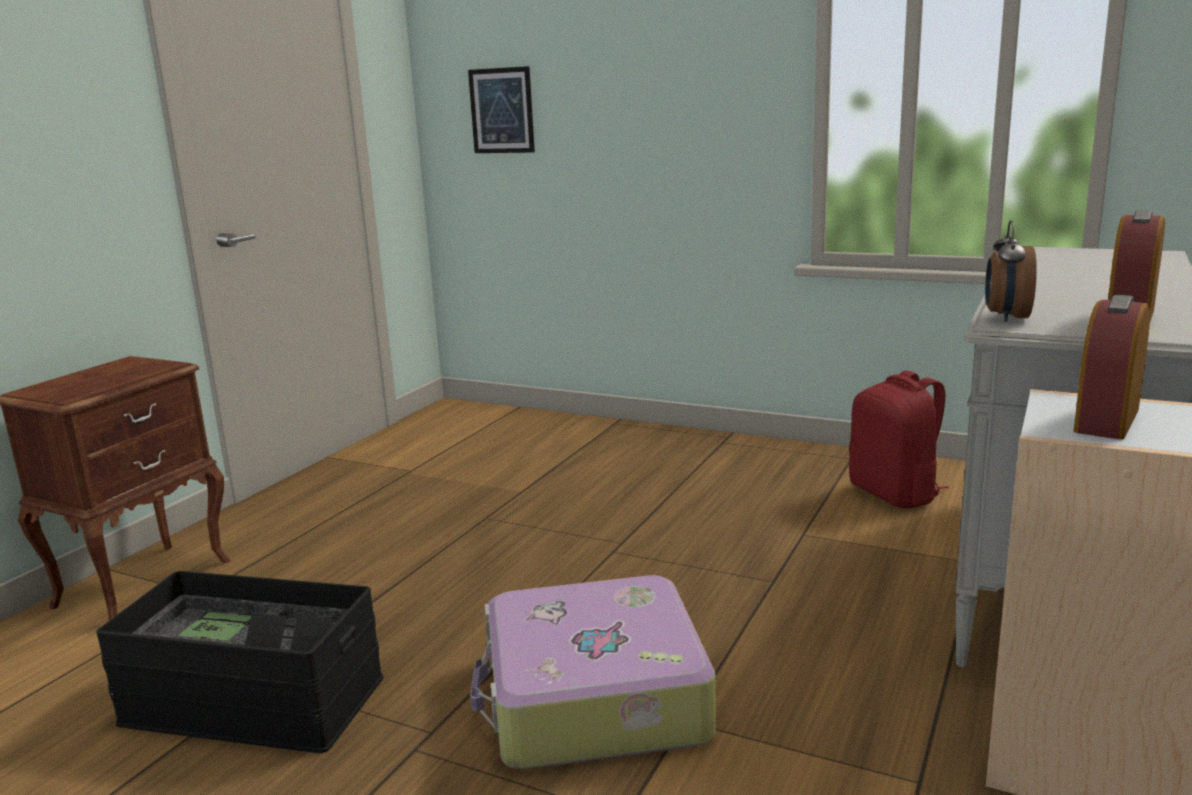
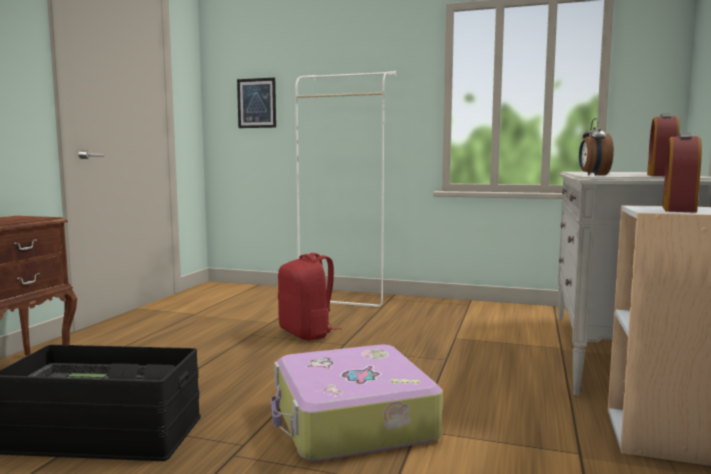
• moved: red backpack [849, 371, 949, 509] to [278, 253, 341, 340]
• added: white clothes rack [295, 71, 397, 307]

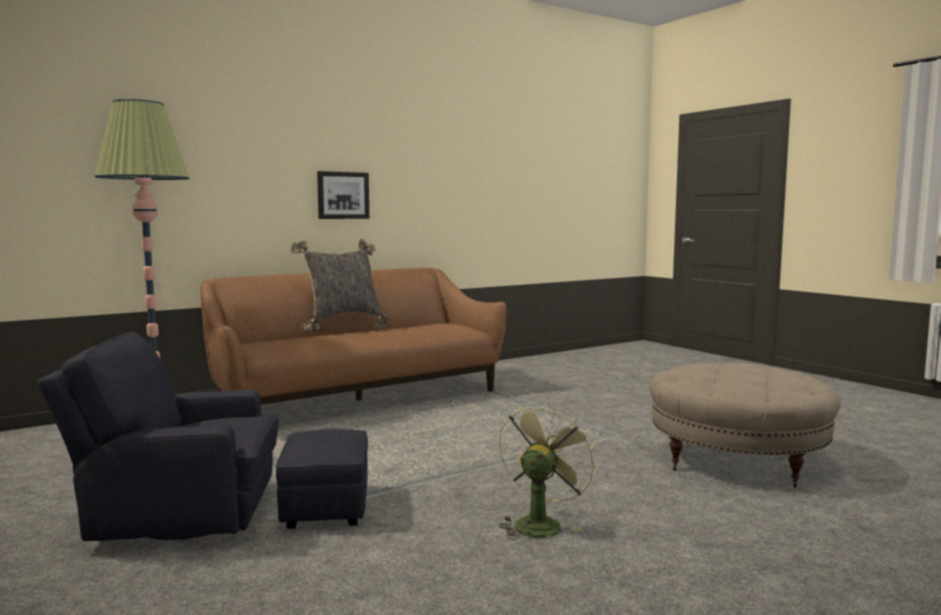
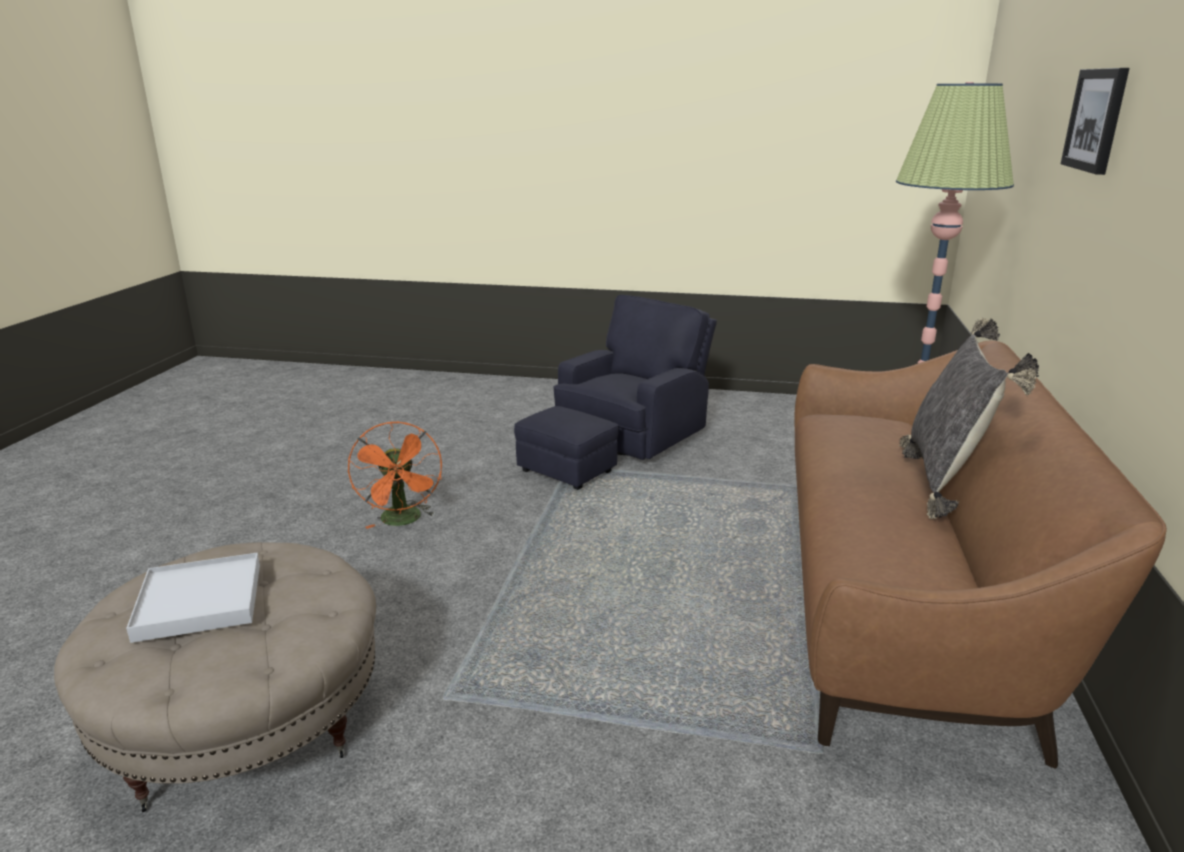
• moved: picture [317, 171, 369, 219] to [1061, 68, 1129, 175]
• recoloured: green fan [498, 401, 598, 540] to orange fan [348, 422, 442, 529]
• added: white tray [126, 552, 260, 643]

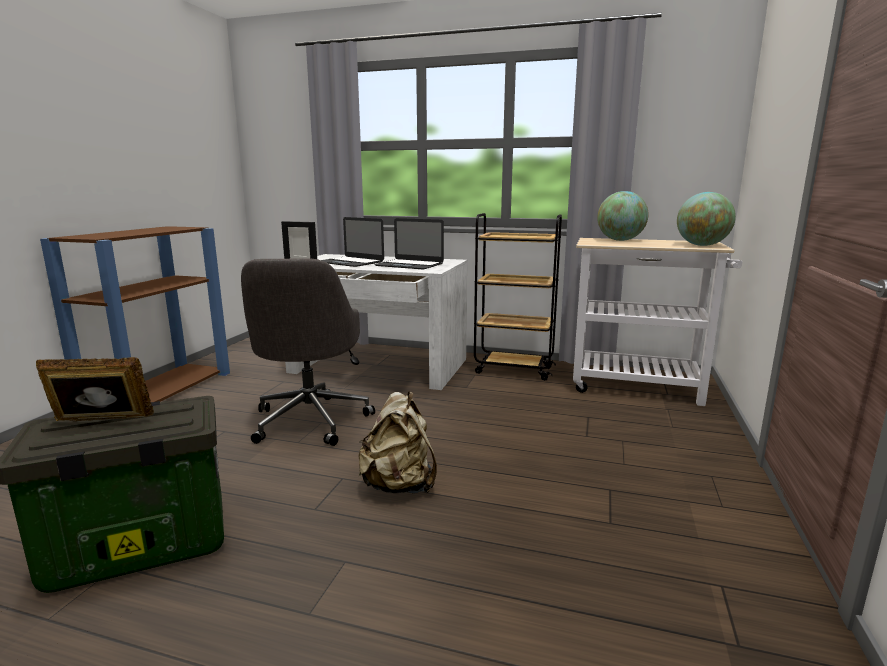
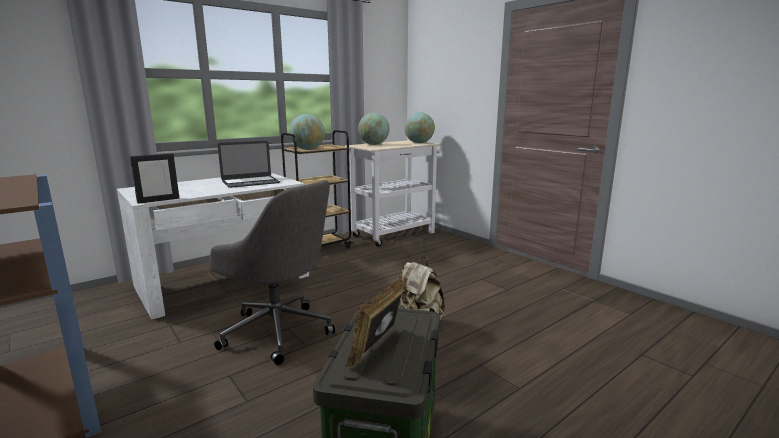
• removed: laptop [321, 217, 384, 267]
• added: globe [289, 114, 325, 150]

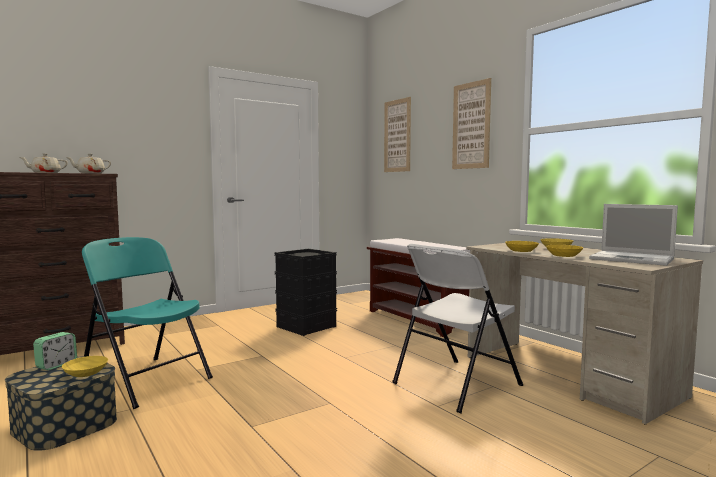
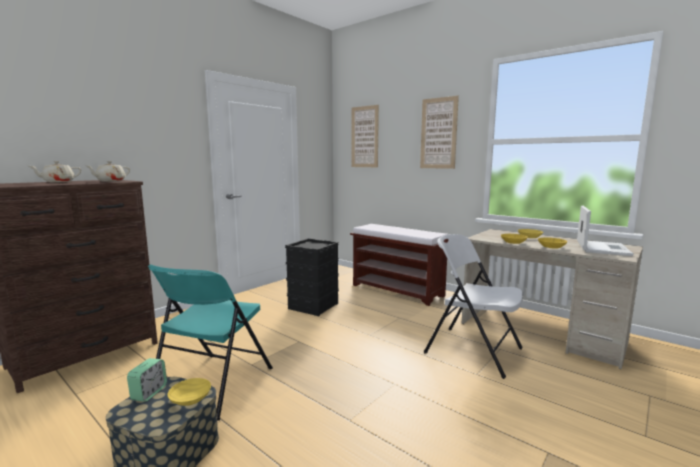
• turned: turquoise chair [82, 237, 213, 409] = [148, 264, 273, 421] 90 degrees counterclockwise
• turned: white chair [392, 244, 523, 414] = [424, 234, 523, 379] 90 degrees clockwise
• turned: laptop [589, 204, 678, 266] = [577, 206, 634, 256] 90 degrees counterclockwise

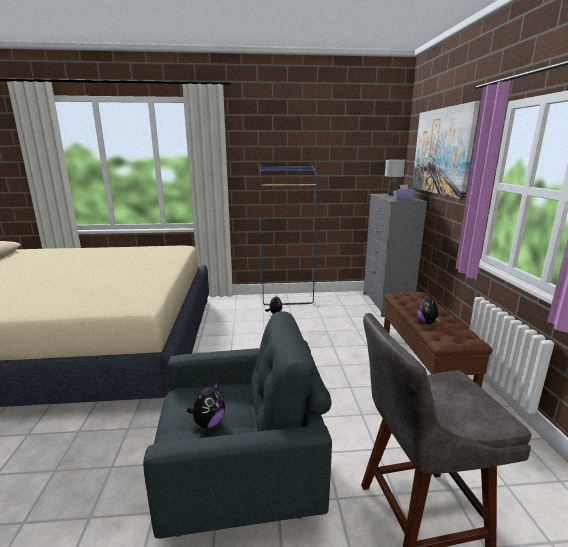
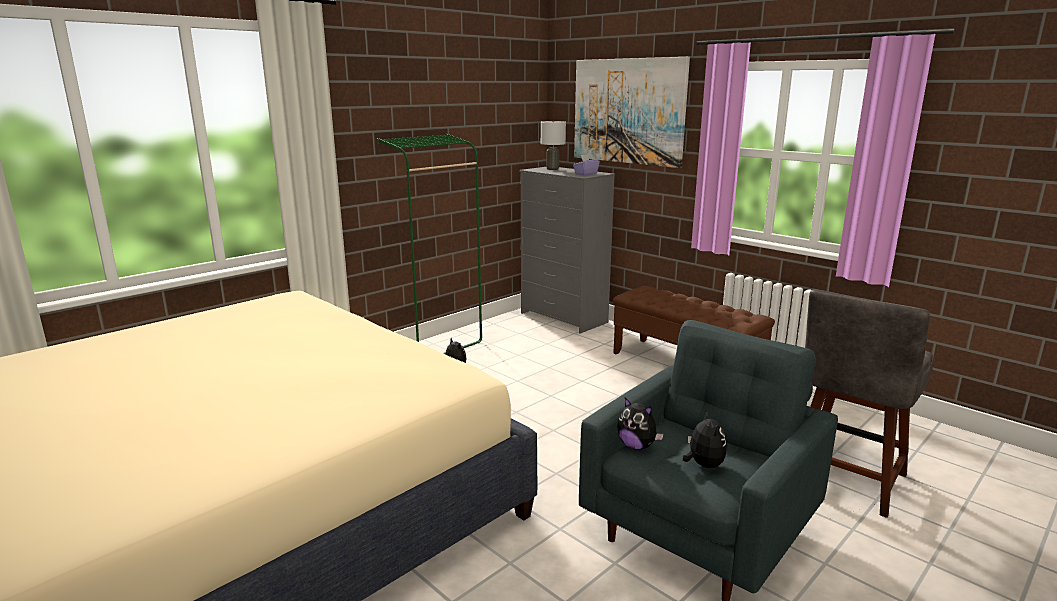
• recoloured: blue clothes rack [259, 165, 317, 305] to green clothes rack [377, 134, 482, 354]
• moved: plush toy [417, 295, 441, 324] to [617, 398, 664, 450]

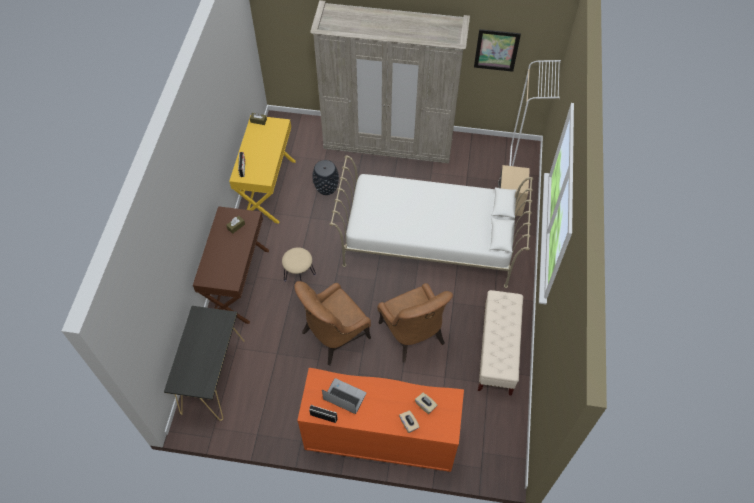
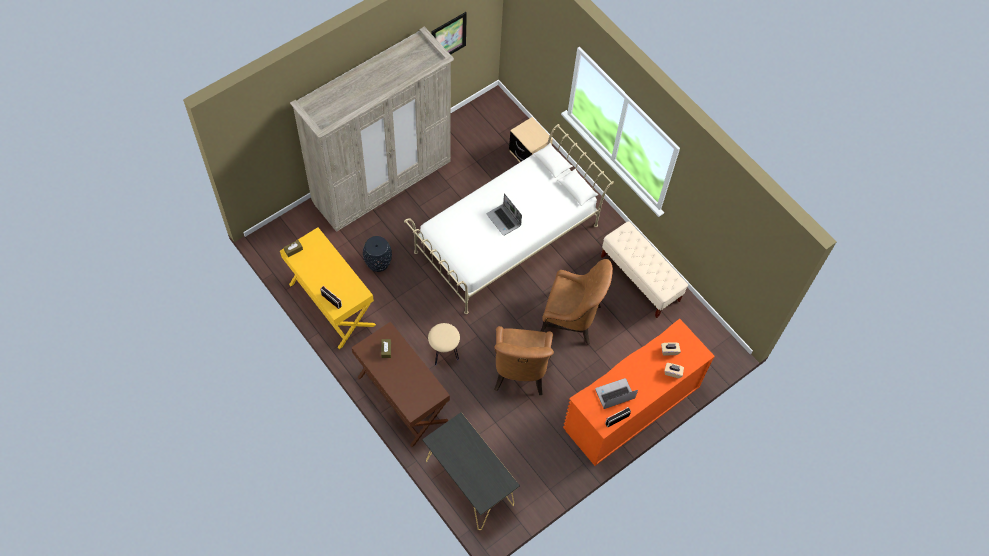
• removed: white clothes rack [509, 60, 561, 166]
• added: laptop [487, 193, 522, 236]

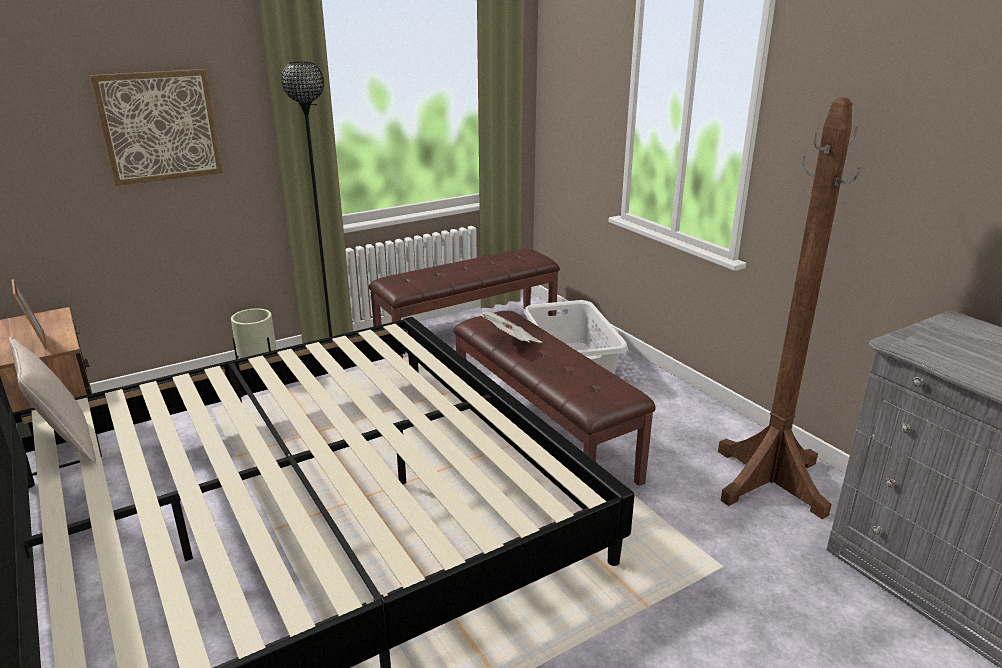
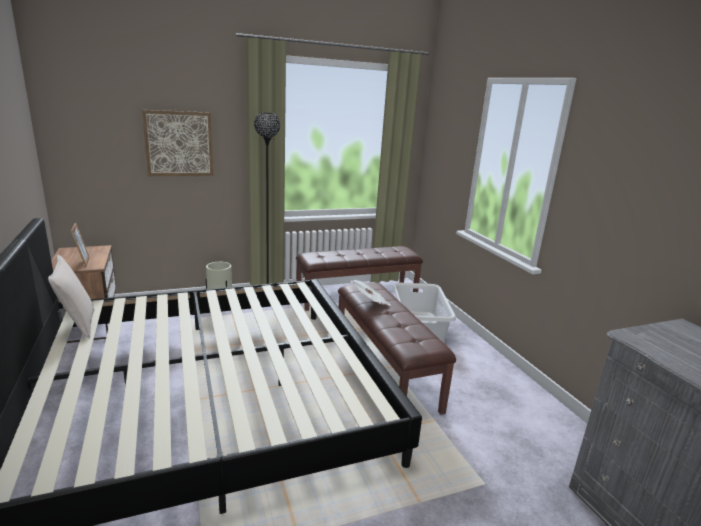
• removed: brown clothes rack [718, 97, 861, 519]

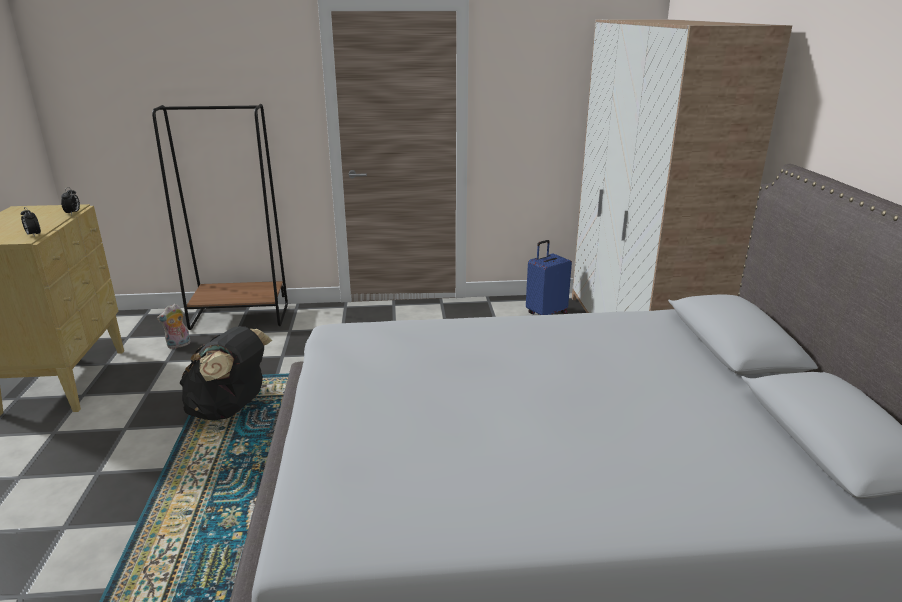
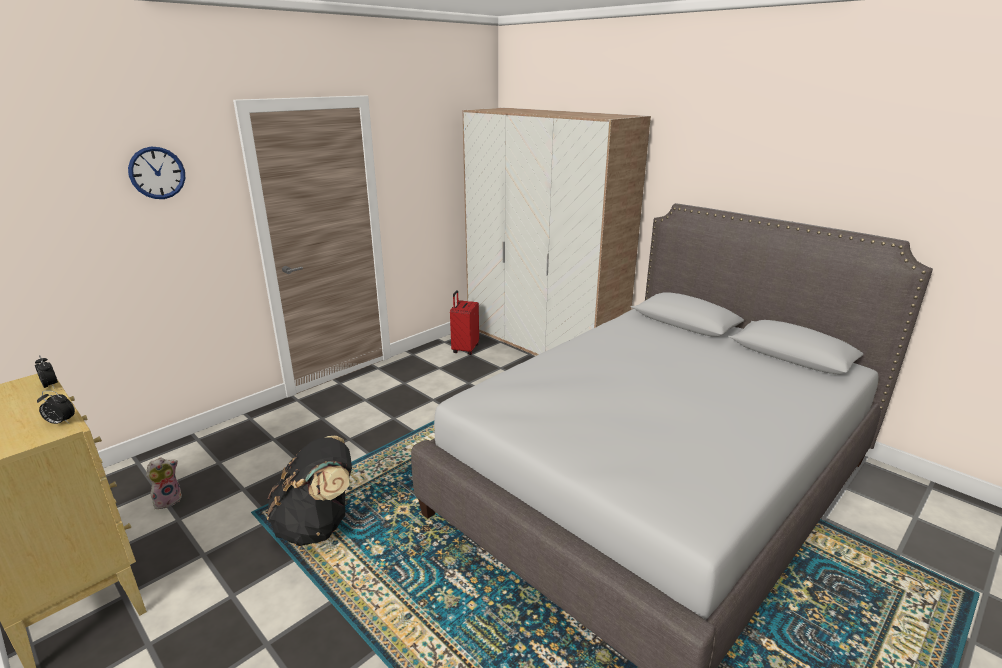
• removed: clothes rack [152, 104, 288, 330]
• turned: plush toy [157, 304, 191, 349] = [146, 457, 182, 509] 150 degrees counterclockwise
• recoloured: blue suitcase [526, 240, 572, 315] to red suitcase [450, 290, 479, 355]
• added: wall clock [128, 147, 186, 199]

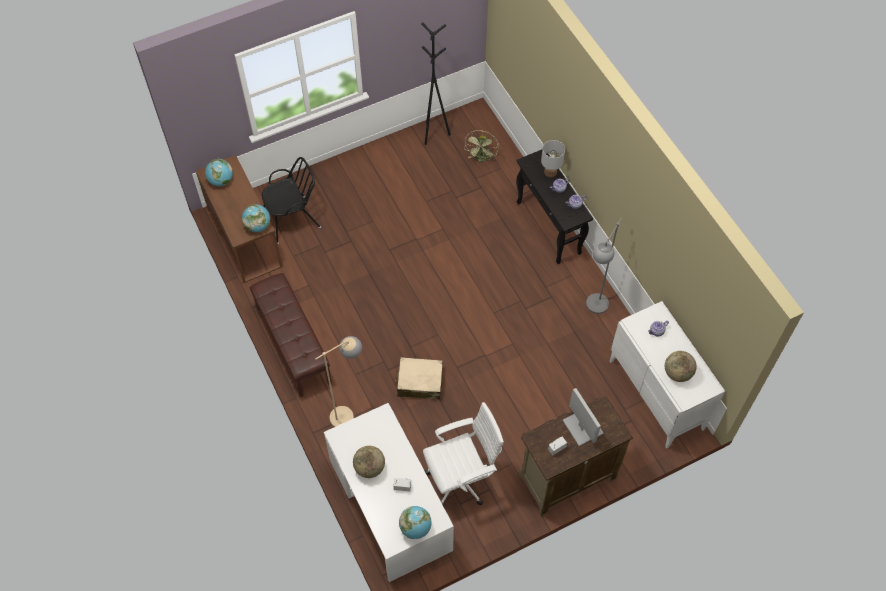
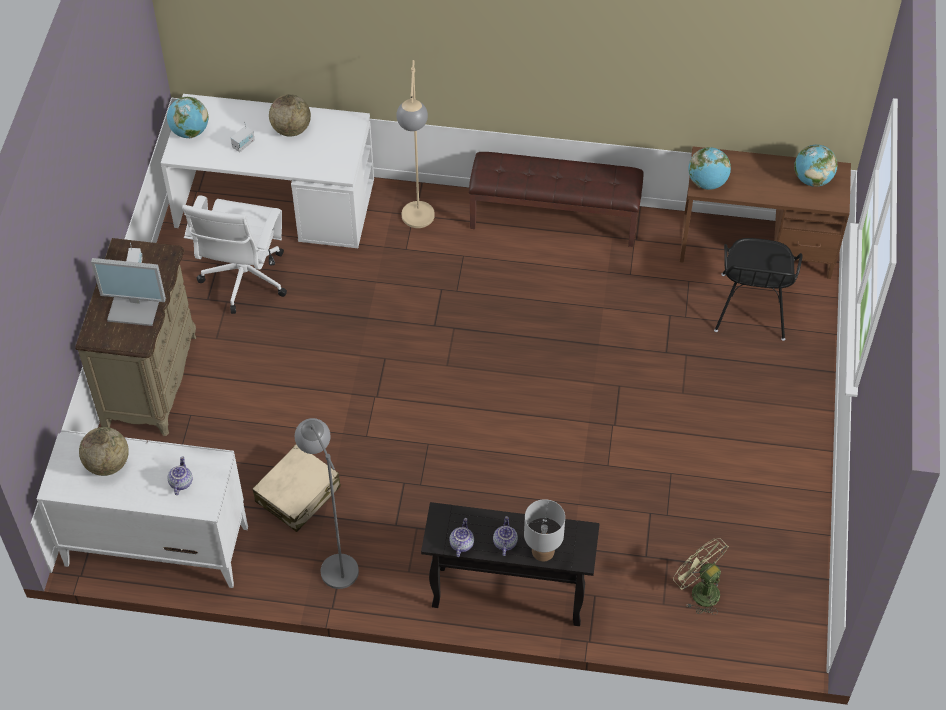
• moved: beige suitcase [396, 357, 443, 400] to [253, 444, 341, 532]
• removed: black clothes rack [421, 22, 451, 145]

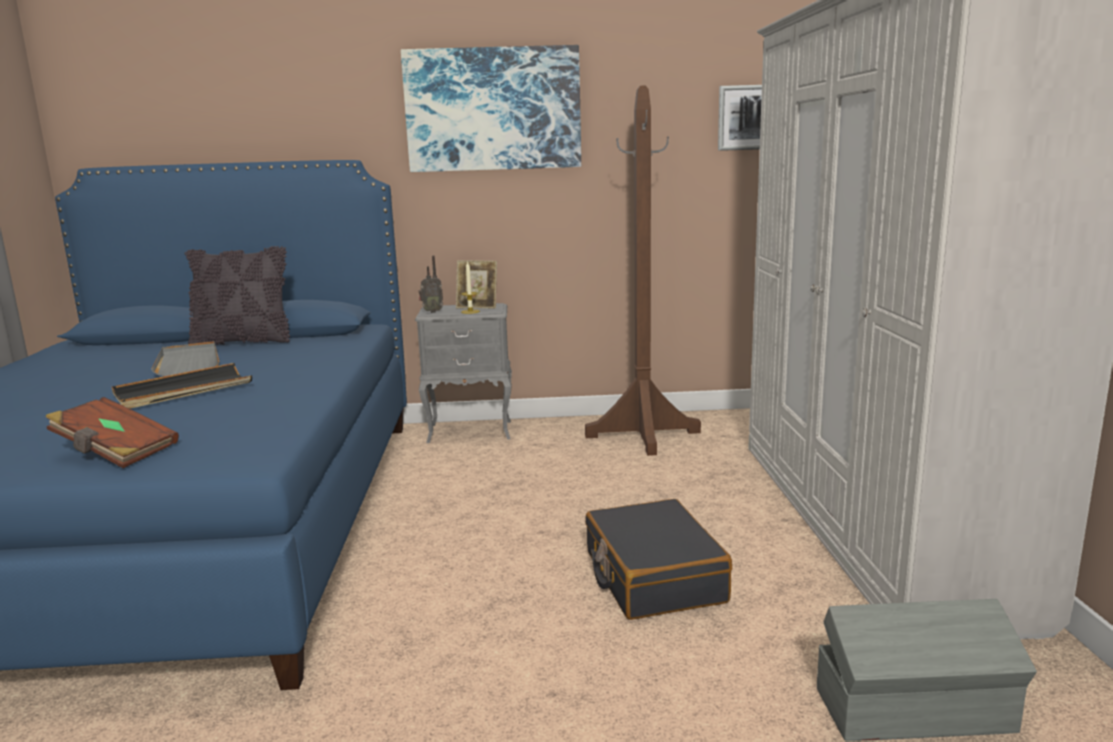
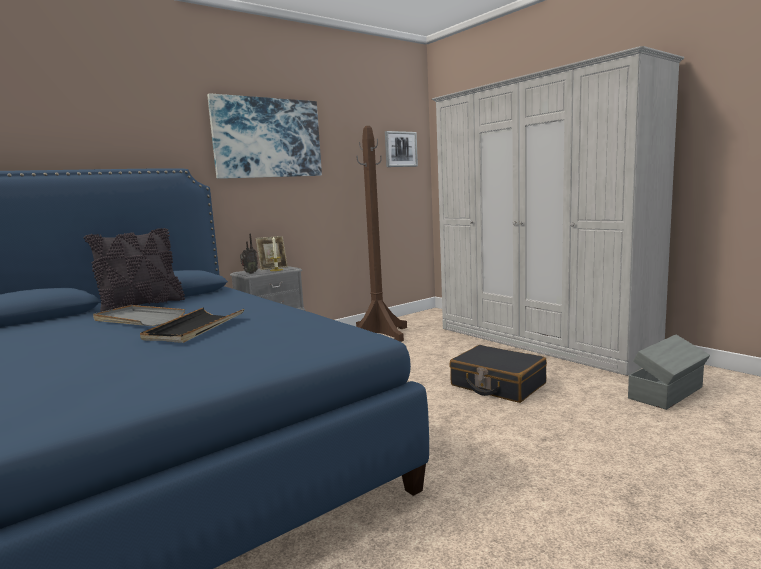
• removed: brown book [45, 397, 179, 468]

